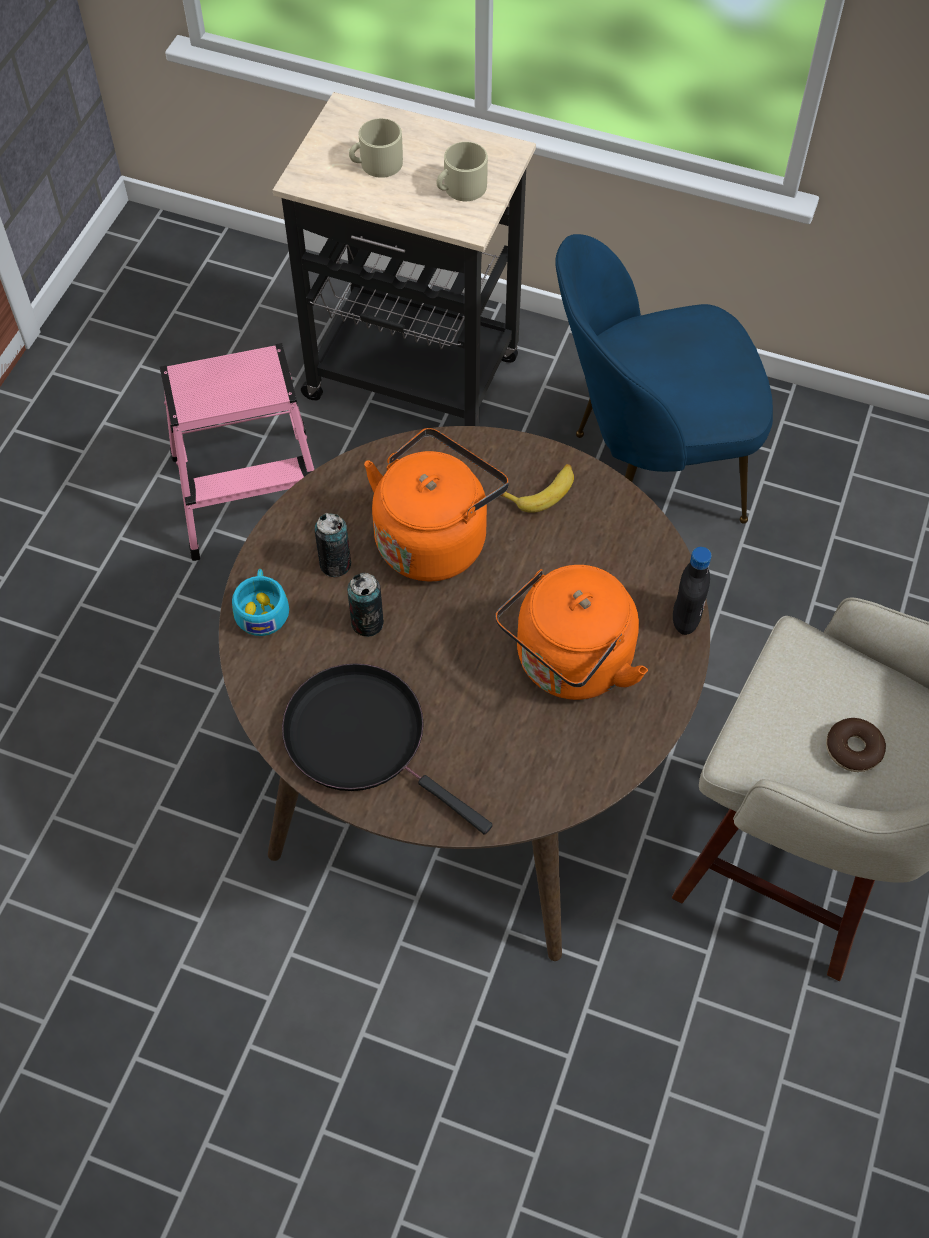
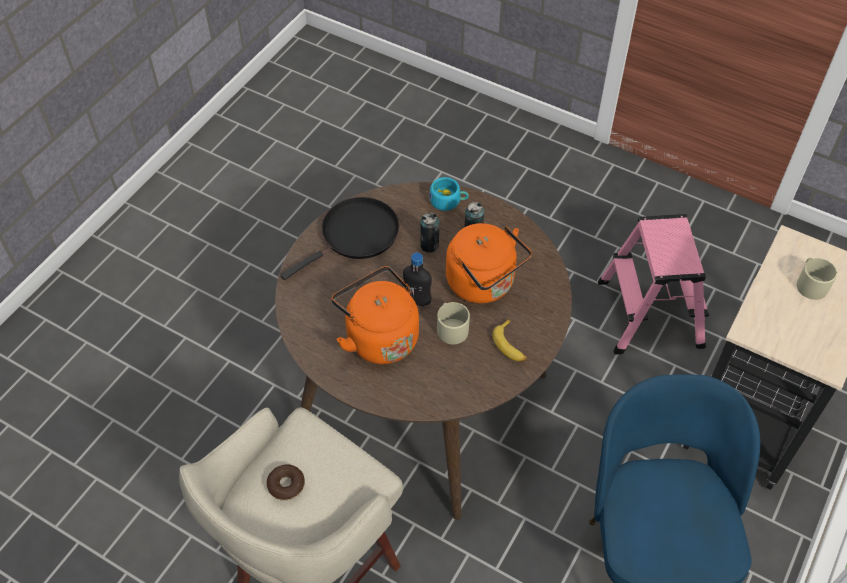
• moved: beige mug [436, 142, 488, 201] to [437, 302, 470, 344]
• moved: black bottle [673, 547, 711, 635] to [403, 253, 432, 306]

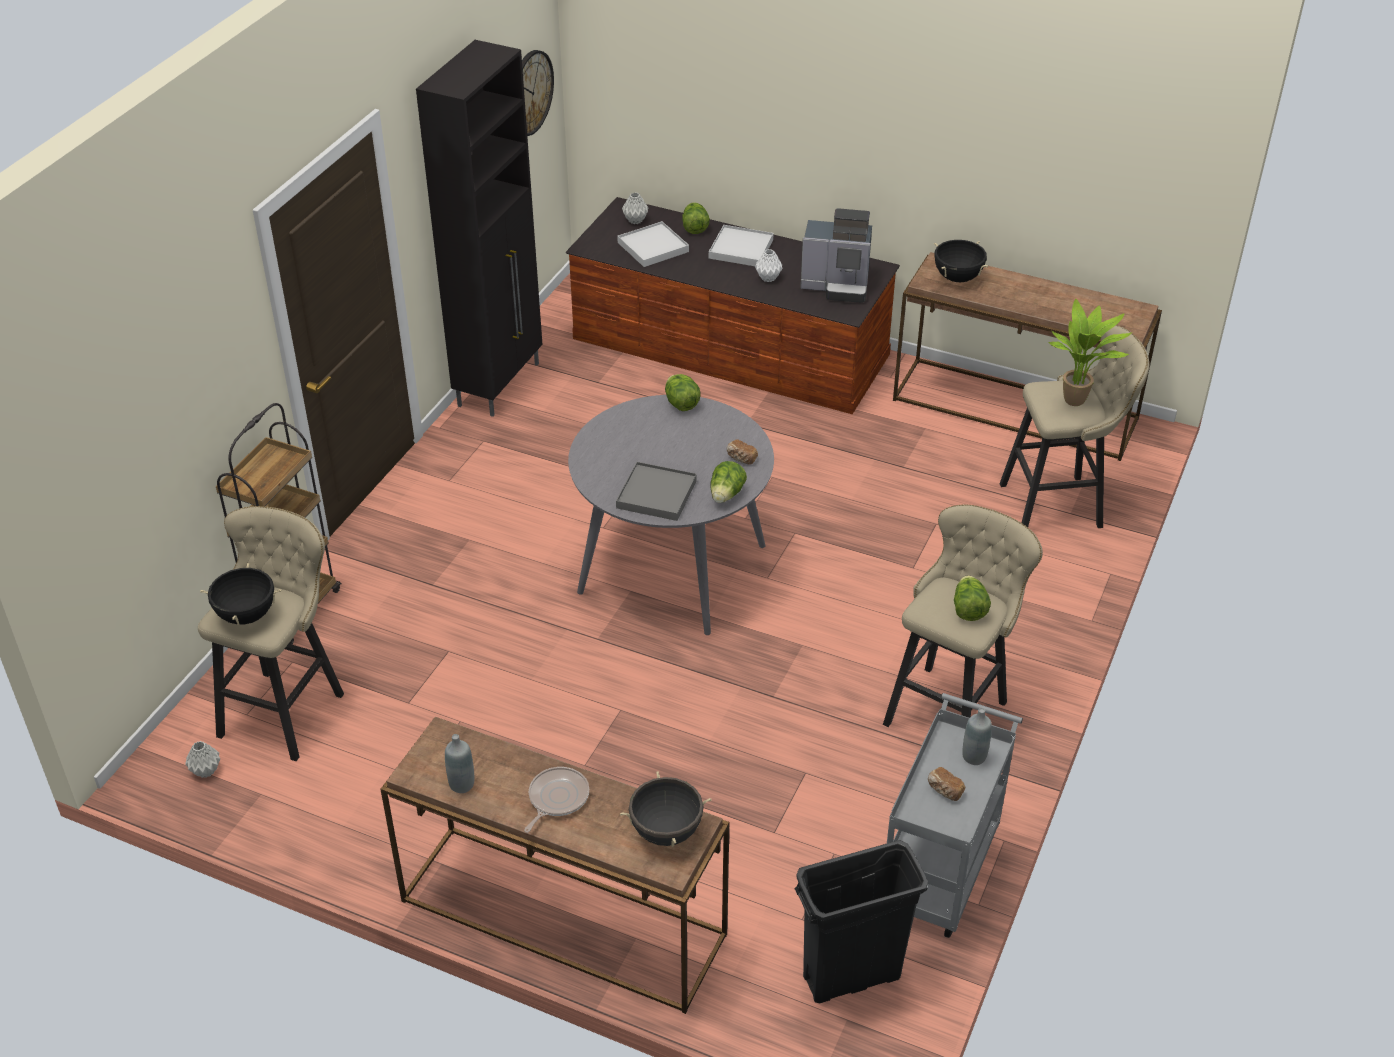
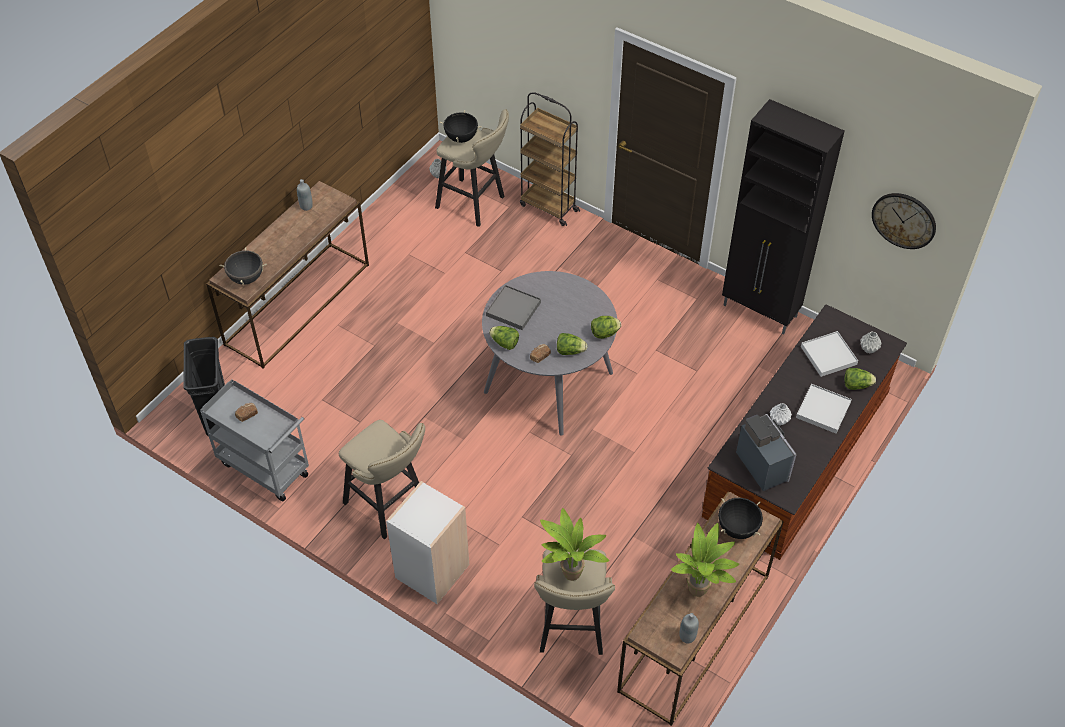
• removed: frying pan [524, 767, 589, 832]
• turned: coffee machine [800, 208, 872, 303] = [736, 414, 797, 491] 135 degrees clockwise
• moved: lettuce [954, 575, 991, 621] to [557, 333, 587, 355]
• moved: grey bottle [962, 708, 992, 765] to [679, 613, 699, 644]
• added: bookcase [386, 481, 469, 604]
• added: potted plant [671, 523, 739, 597]

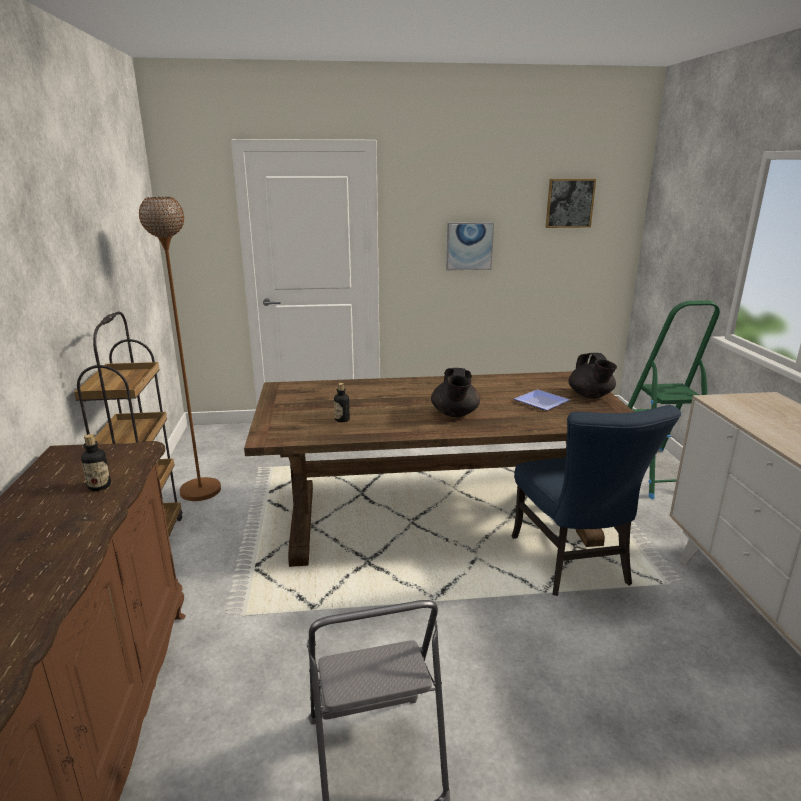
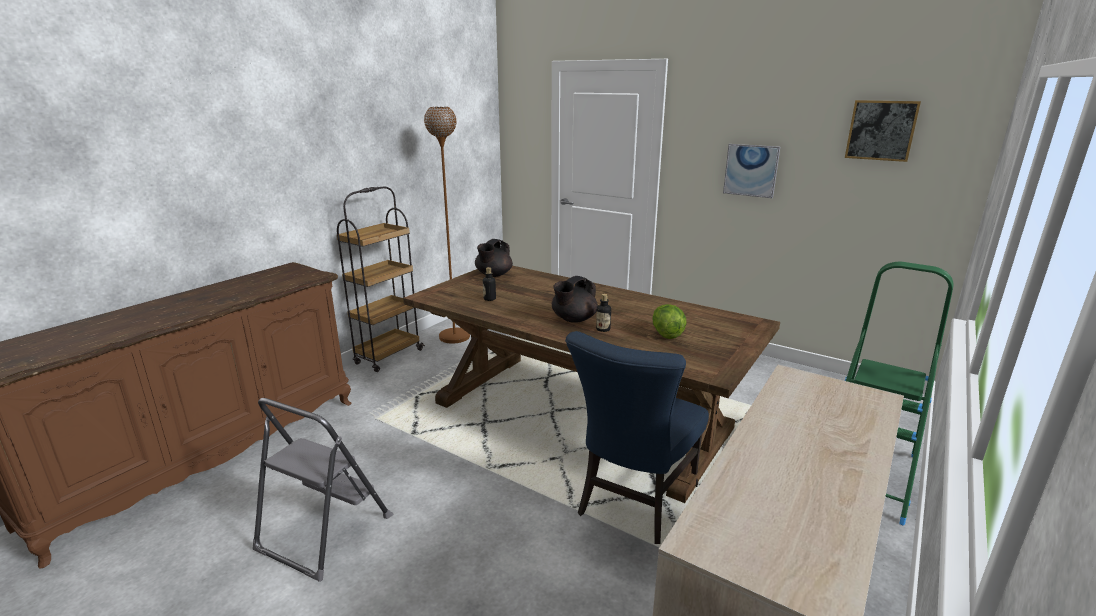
• moved: bottle [81, 434, 111, 491] to [596, 294, 611, 332]
• replaced: plate [514, 389, 570, 410] to lettuce [652, 304, 687, 339]
• moved: black teapot [568, 353, 617, 399] to [475, 239, 513, 277]

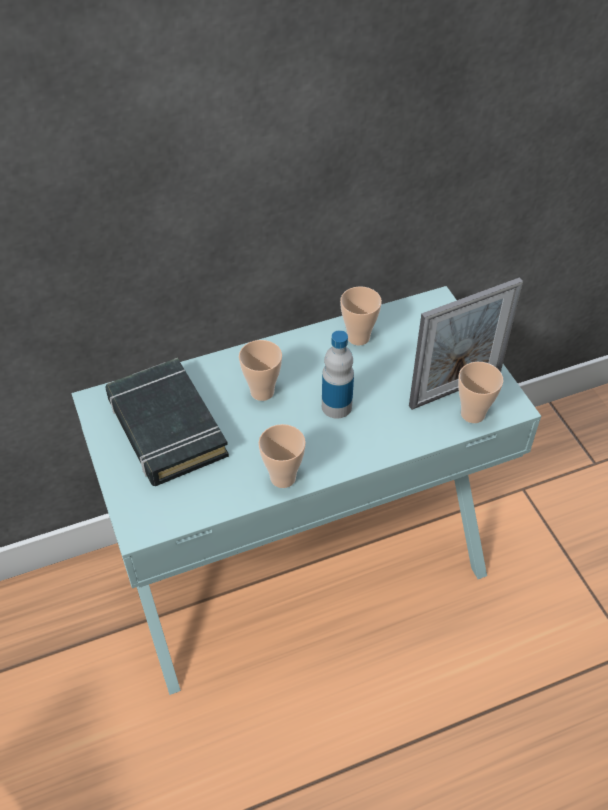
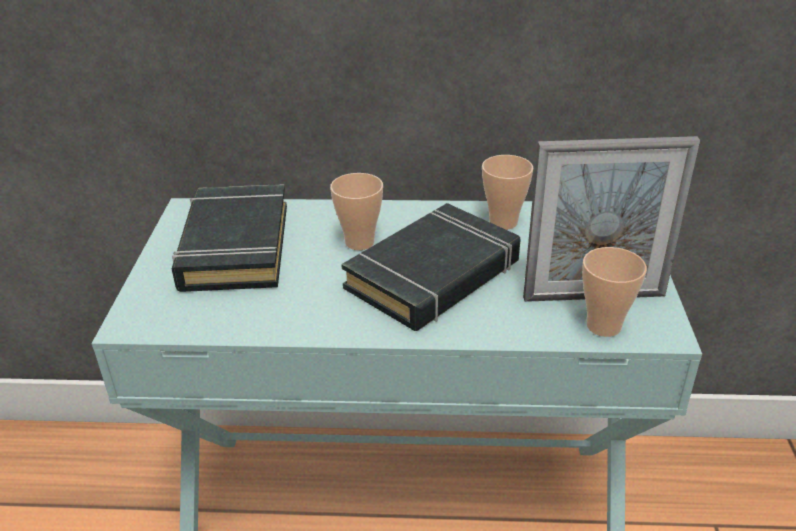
• removed: cup [258, 424, 306, 488]
• replaced: bottle [322, 330, 354, 419] to black book [341, 203, 520, 331]

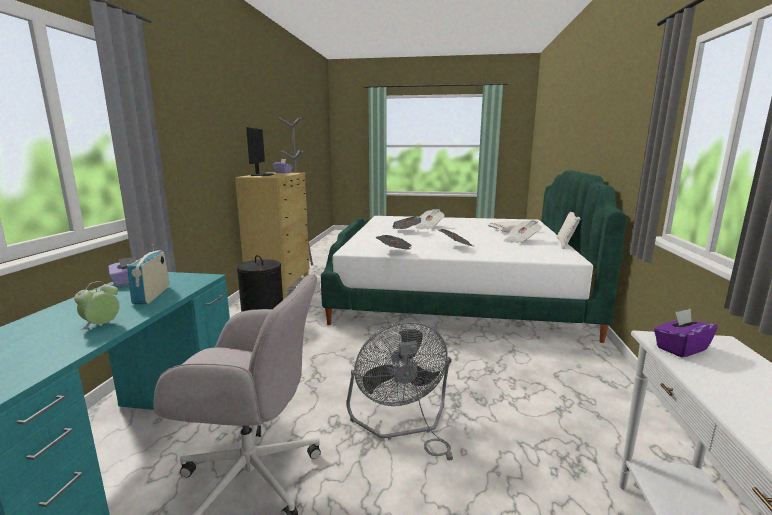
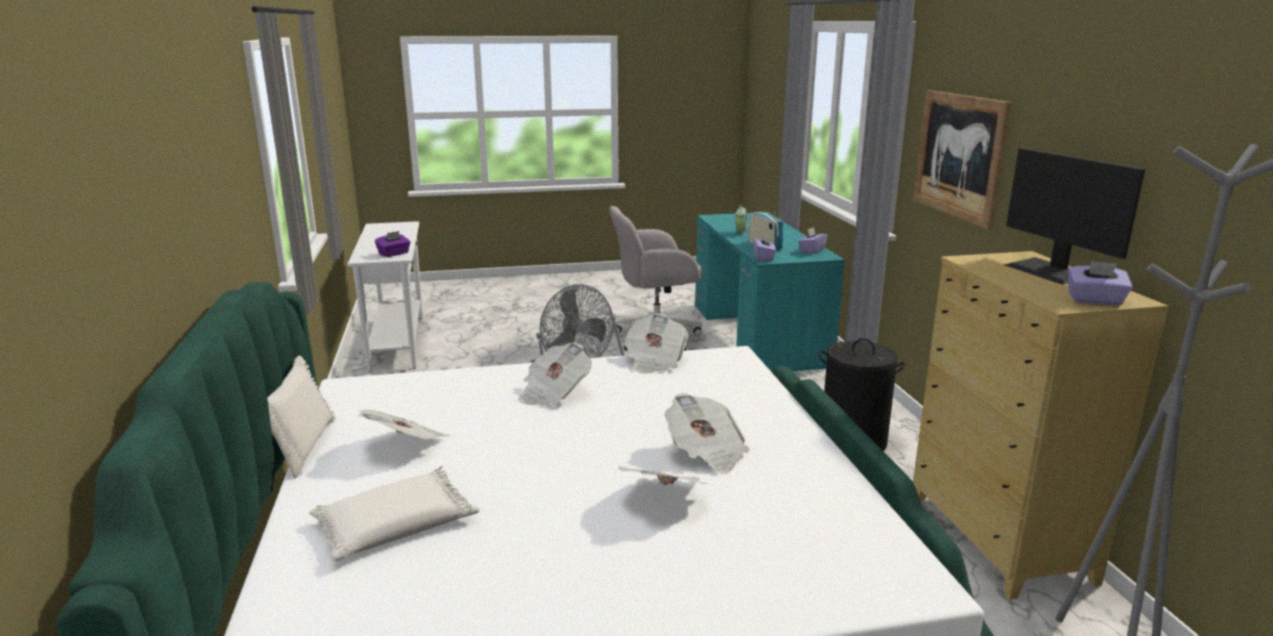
• added: purple tissue box [754, 235, 776, 261]
• added: picture [913, 90, 1011, 229]

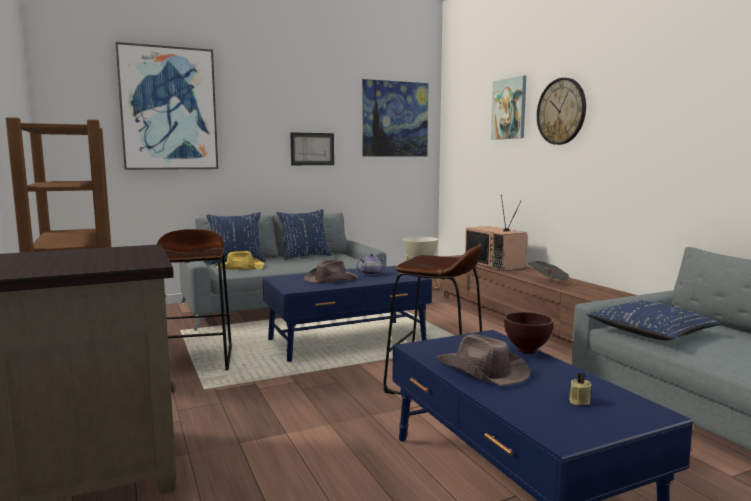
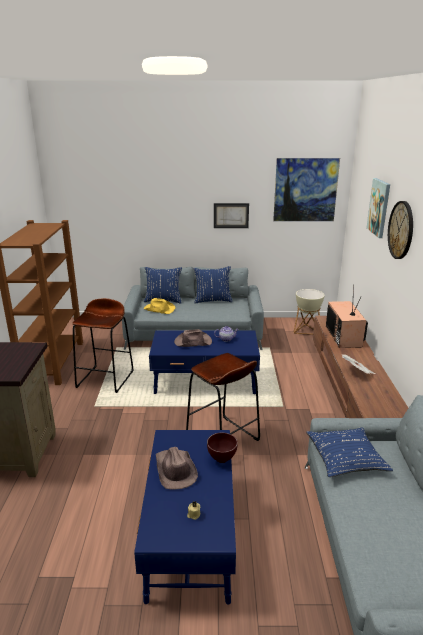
• removed: picture [115, 42, 218, 170]

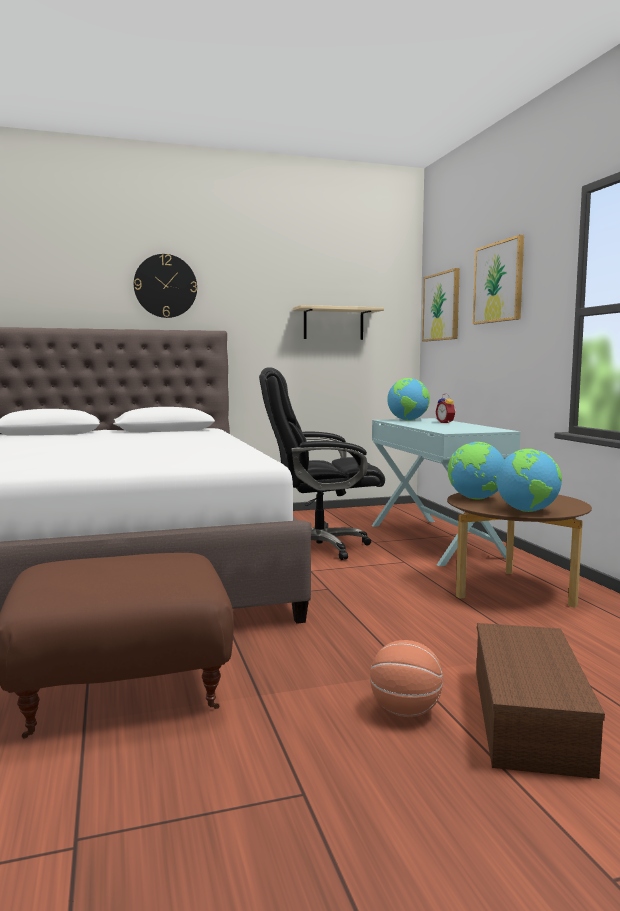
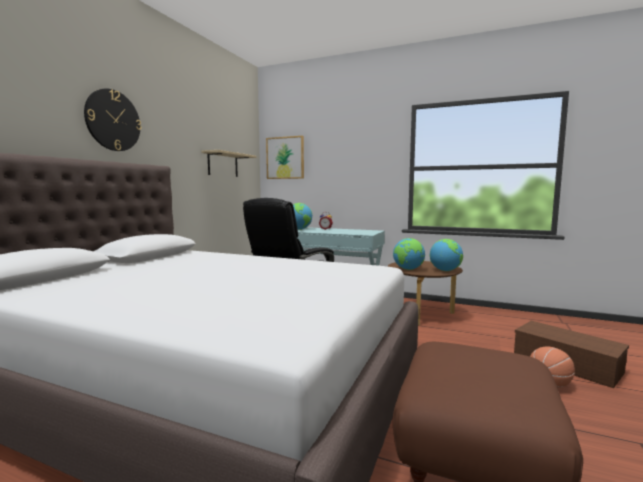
• removed: picture [473, 235, 524, 324]

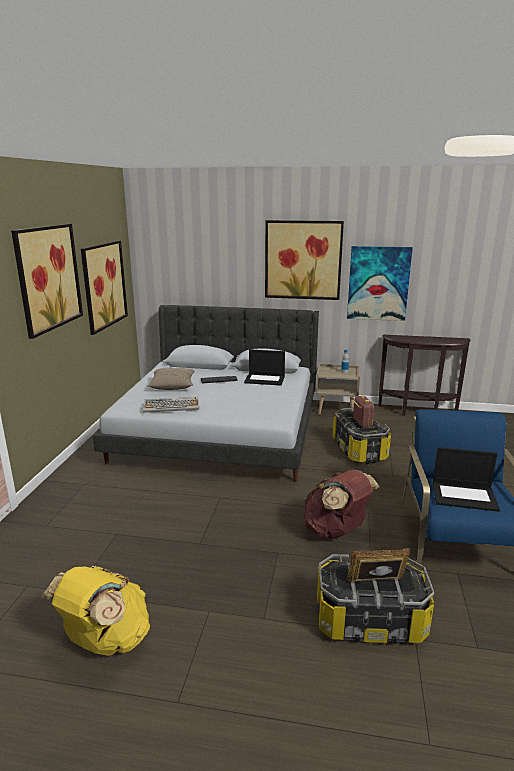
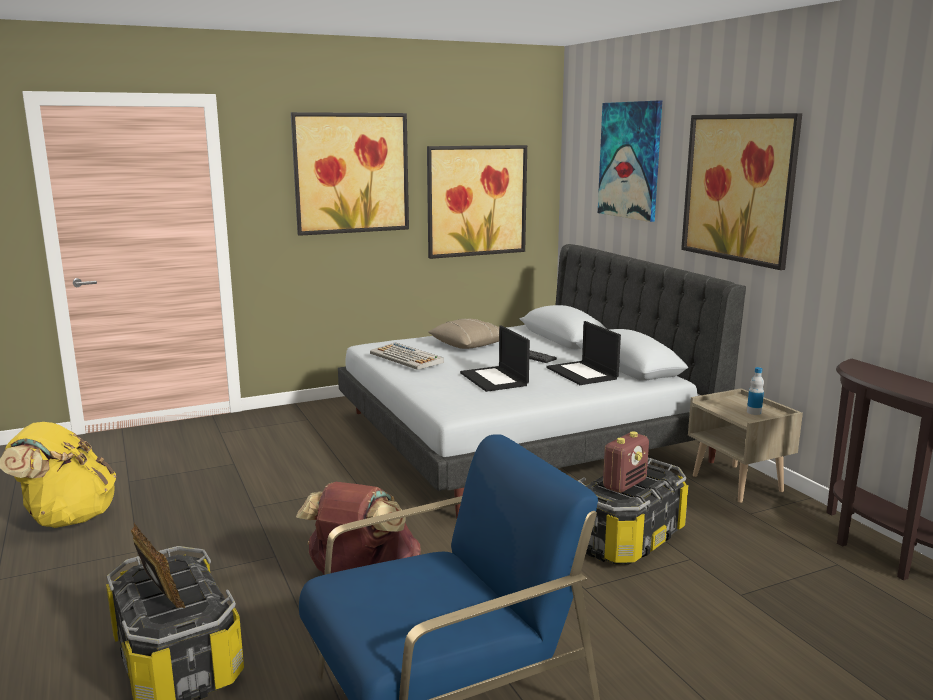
• moved: picture [347, 246, 413, 321] to [598, 101, 662, 222]
• moved: laptop [432, 447, 500, 512] to [460, 325, 530, 392]

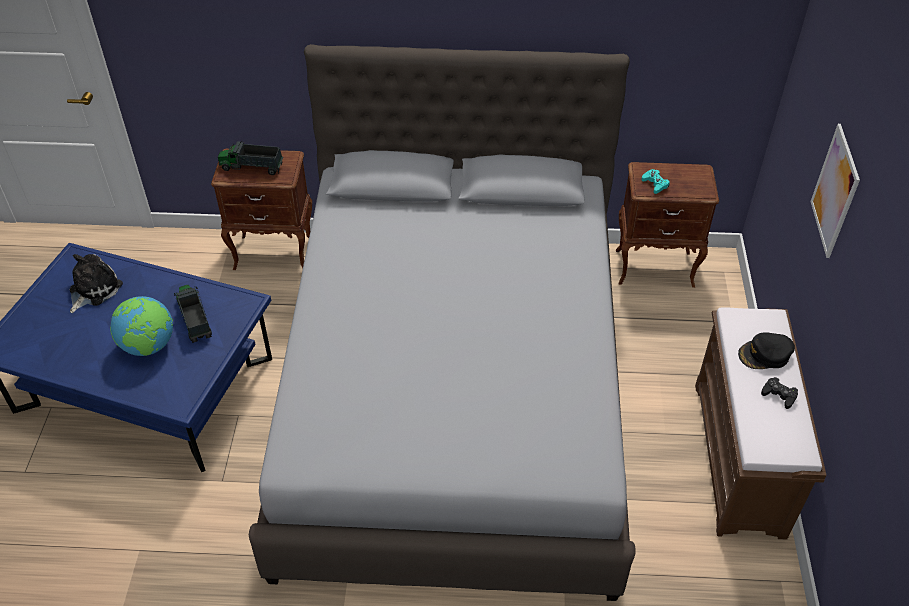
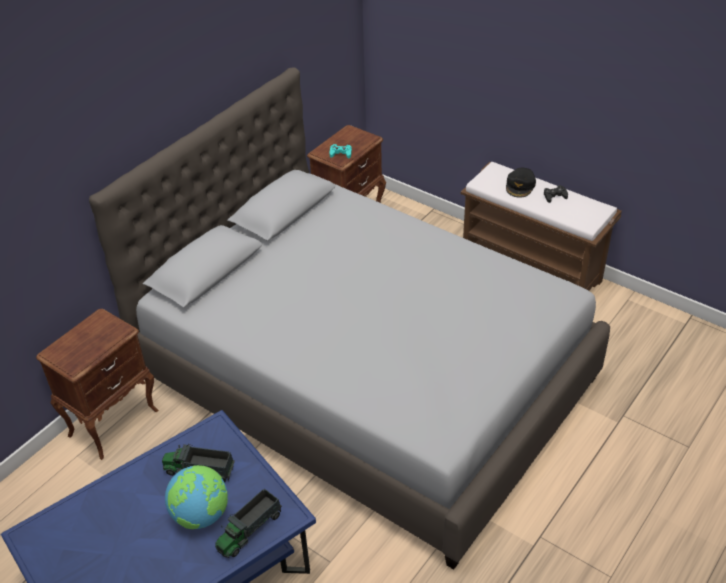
• removed: plush toy [70, 254, 123, 313]
• moved: toy truck [218, 141, 283, 175] to [215, 489, 282, 558]
• removed: picture [810, 124, 860, 258]

